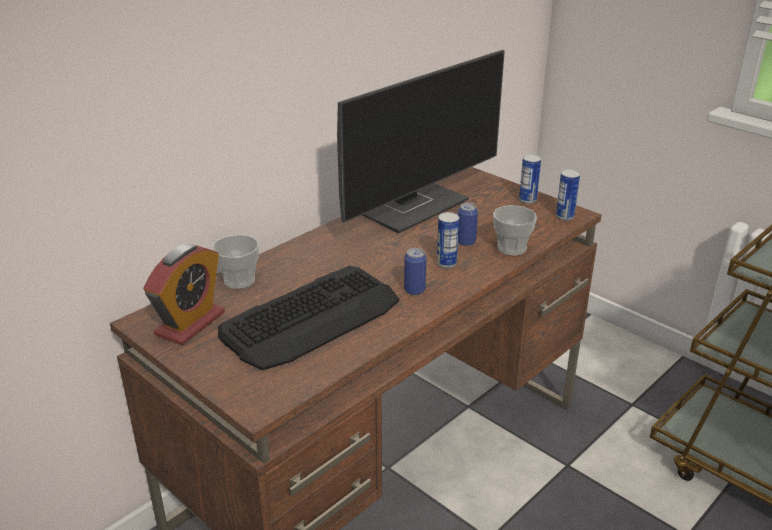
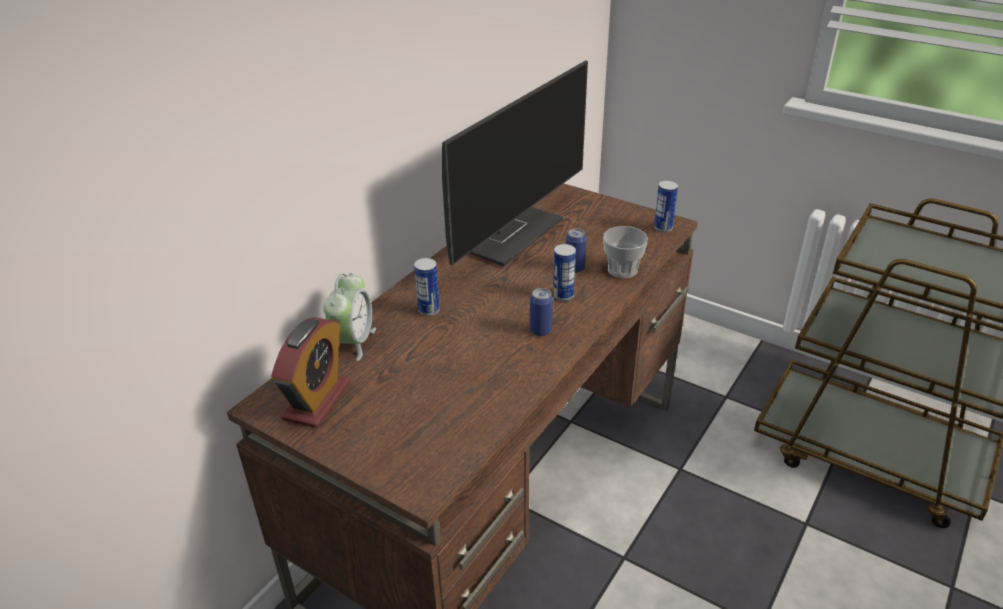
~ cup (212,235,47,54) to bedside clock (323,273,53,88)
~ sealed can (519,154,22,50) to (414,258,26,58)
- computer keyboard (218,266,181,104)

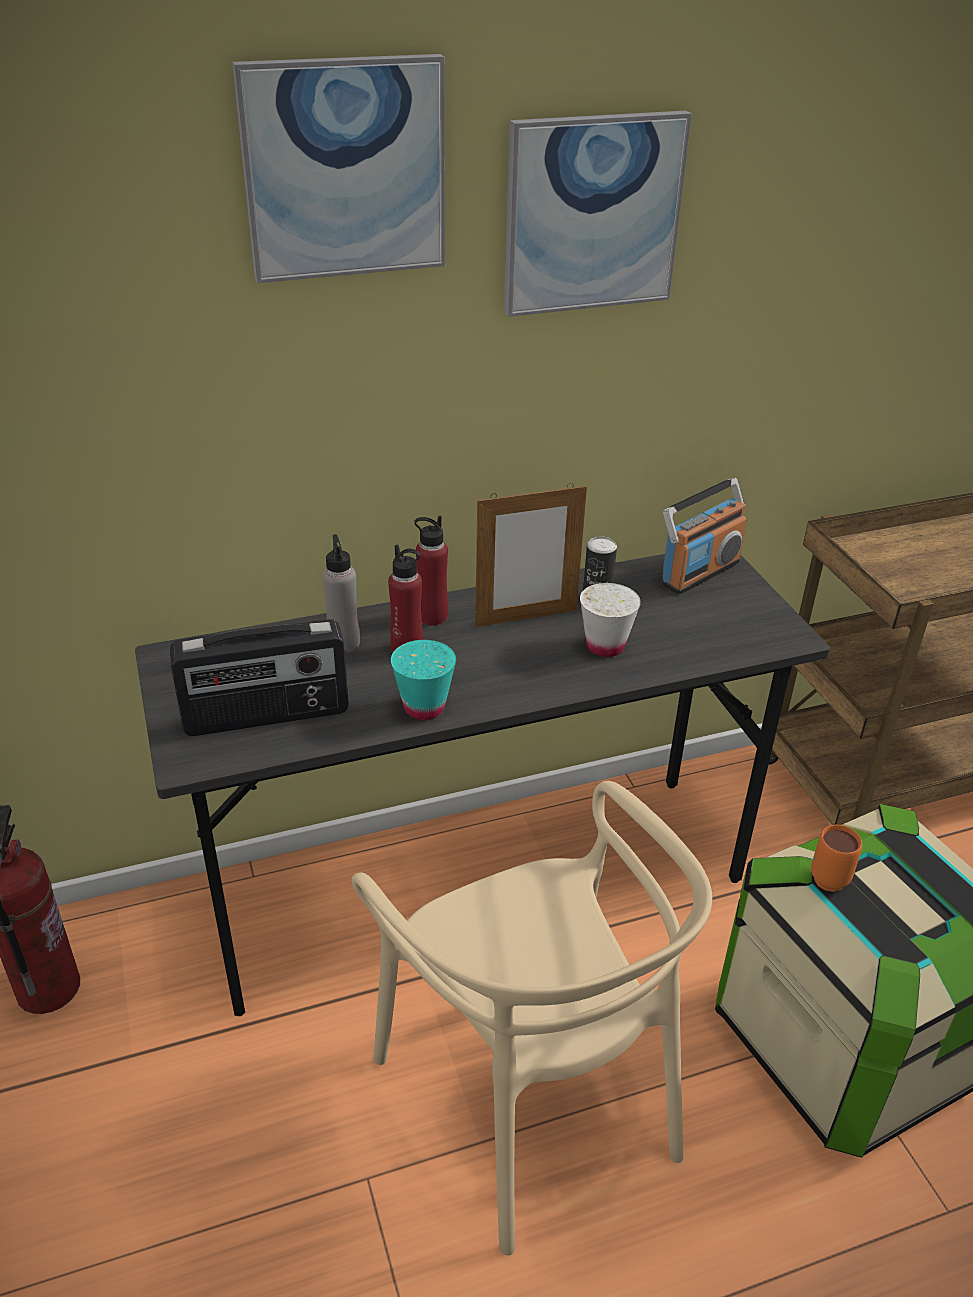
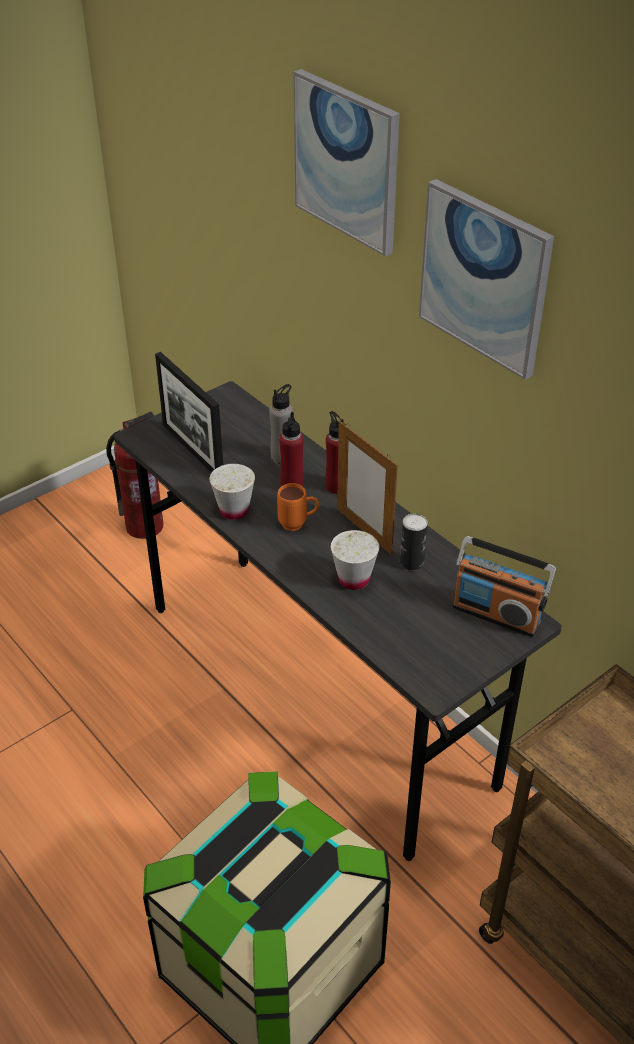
~ radio (170,619,179,117) to standing frame (155,352,68,121)
~ turquoise cup (391,640,65,80) to whitish cup (210,464,45,56)
~ orange-coloured coffee mug (811,825,51,67) to (277,483,42,48)
- beige-coloured plain chair (352,781,360,475)

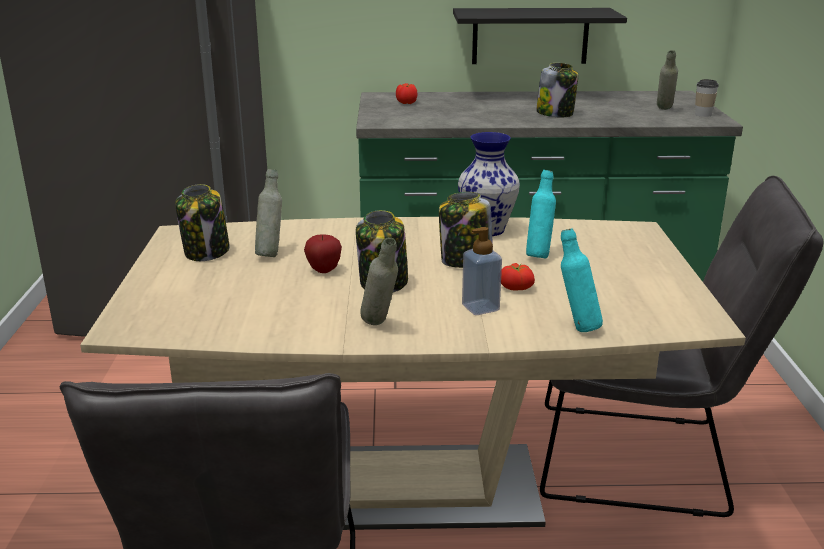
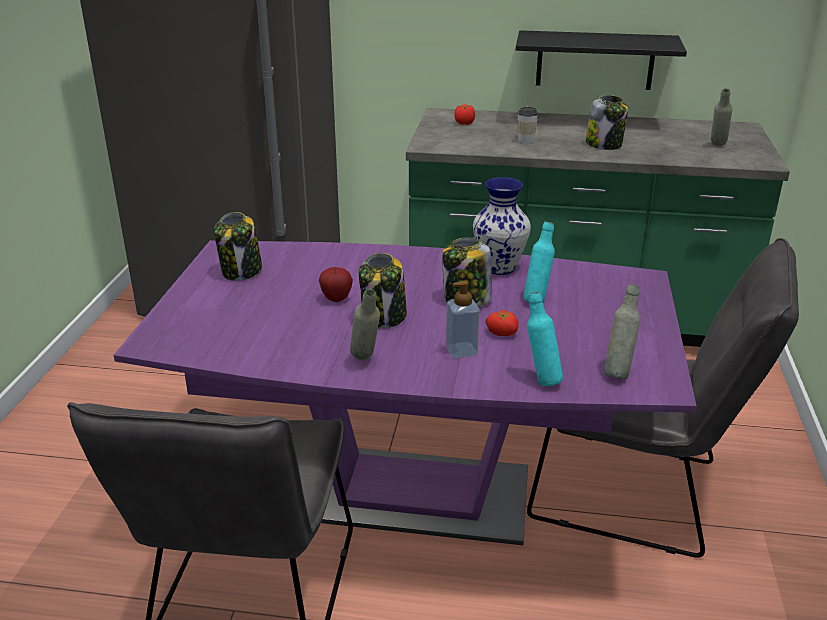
~ beige-coloured dinner table (80,217,666,313) to purplish dinner table (113,240,583,305)
~ cup (695,79,24,38) to (517,107,21,37)
~ grey drink bottle (255,169,27,88) to (604,284,37,95)

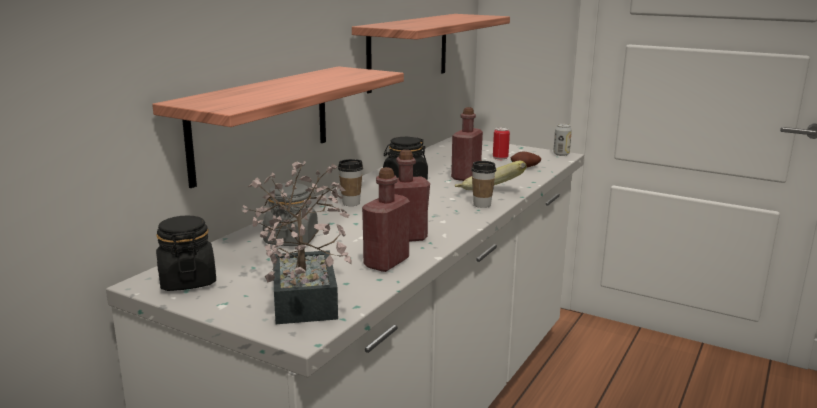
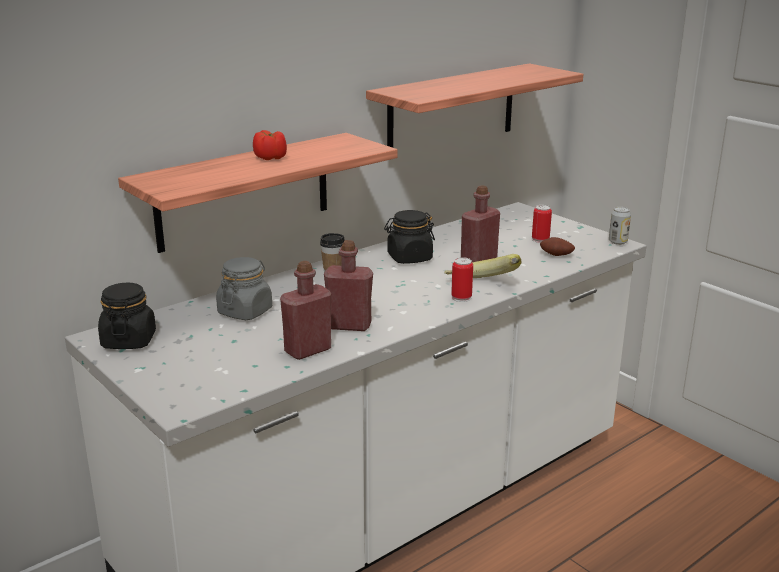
+ fresh tomato (253,130,34,30)
~ cup (471,161,25,47) to sealed can (451,257,22,45)
- plant in a pot (243,161,109,163)

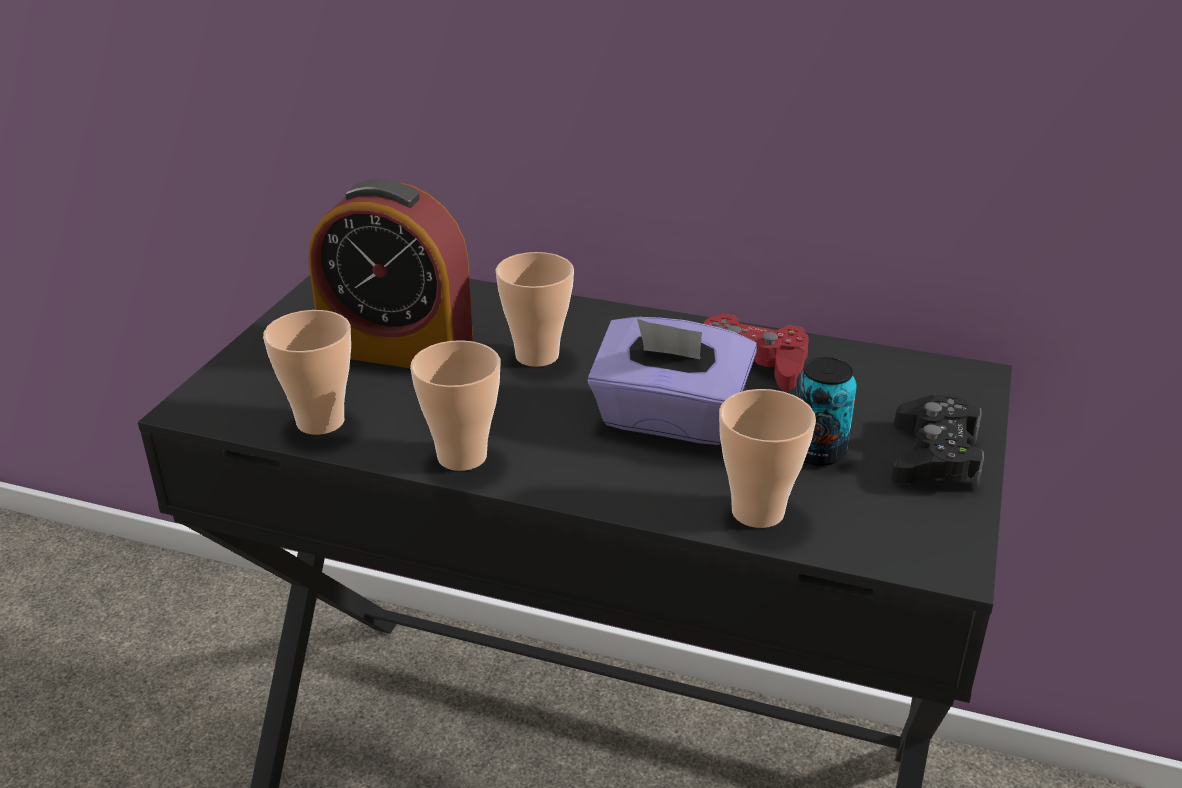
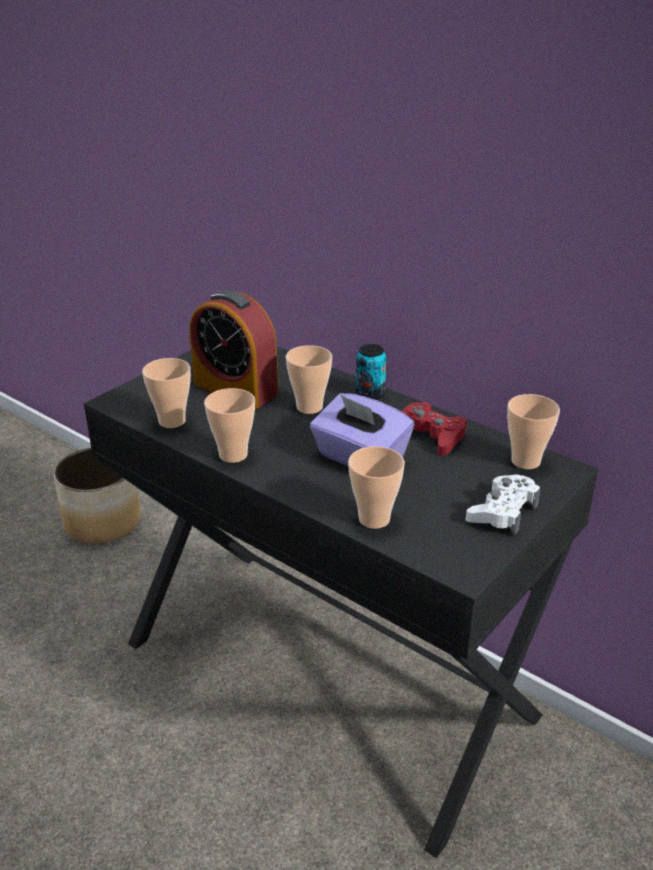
+ flower pot (54,448,87,96)
~ sealed can (795,357,62,109) to (356,344,31,56)
~ black-coloured joypad (891,395,93,93) to whitish joypad (466,474,74,61)
+ cup (507,394,53,75)

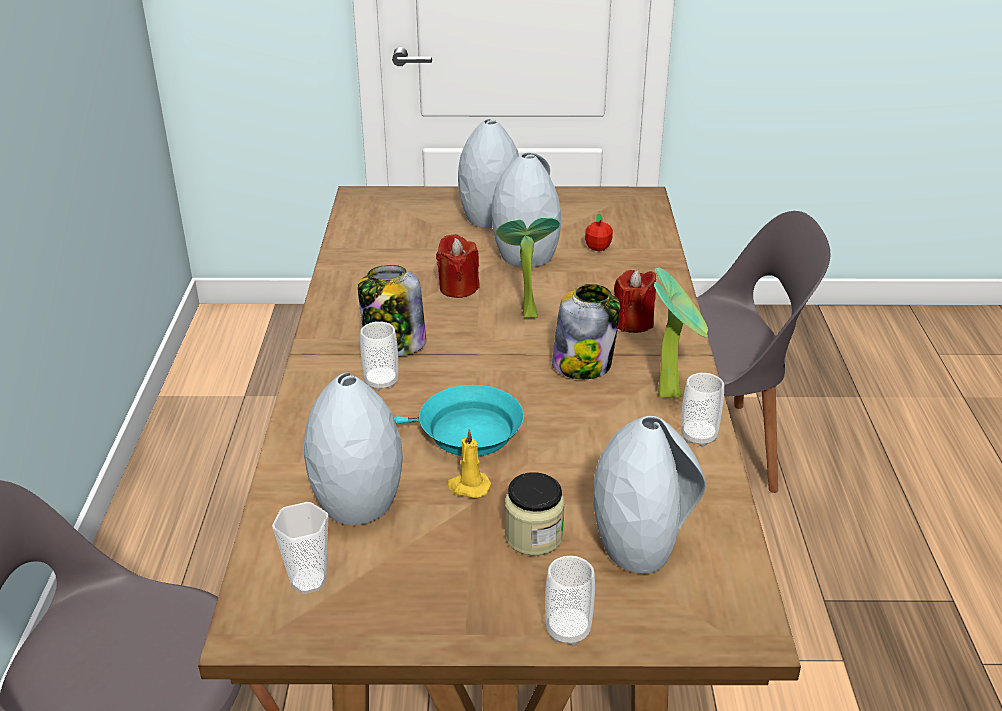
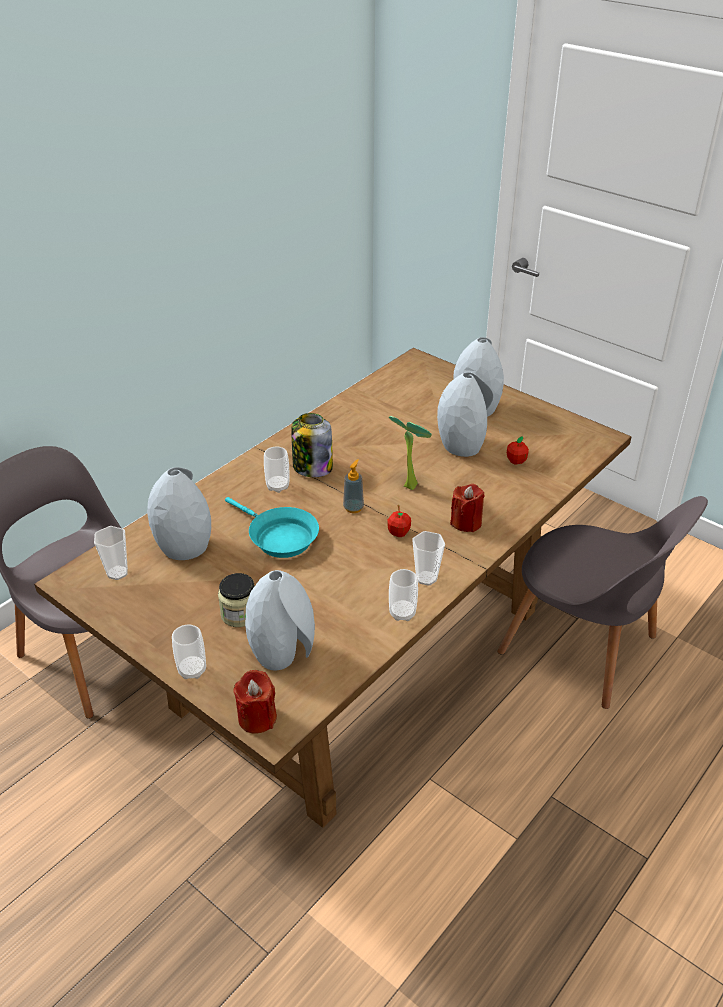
~ red wax light (436,234,43,64) to (233,670,44,64)
+ soap bottle (343,459,21,54)
~ jar (552,284,68,95) to apple fruit (387,505,24,32)
~ plant in a pot (654,268,54,130) to cup (412,531,33,55)
- yellow-coloured wax light (447,429,44,69)

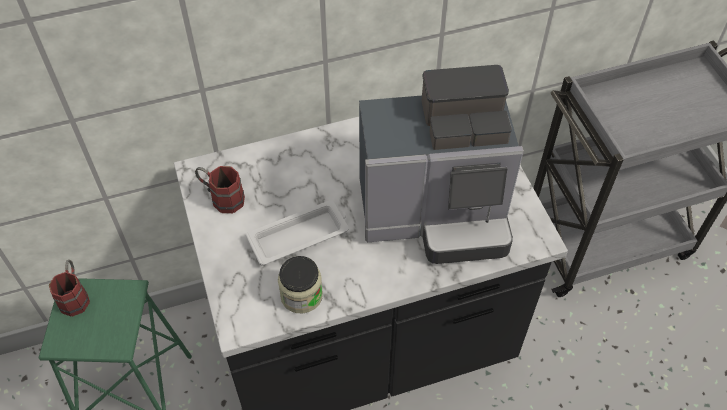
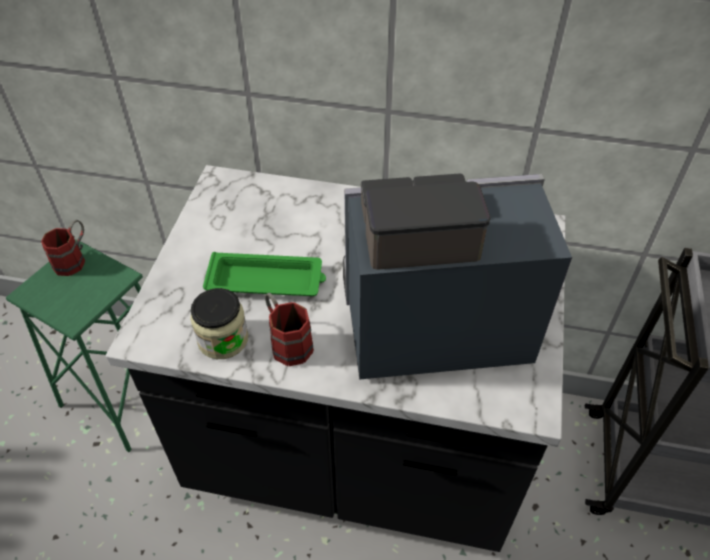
~ whitish carrying tray (246,200,102,65) to green carrying tray (203,252,123,44)
~ red coffee mug (195,166,50,47) to (265,293,49,73)
~ coffee maker (359,65,165,199) = (343,173,229,207) 150 degrees clockwise

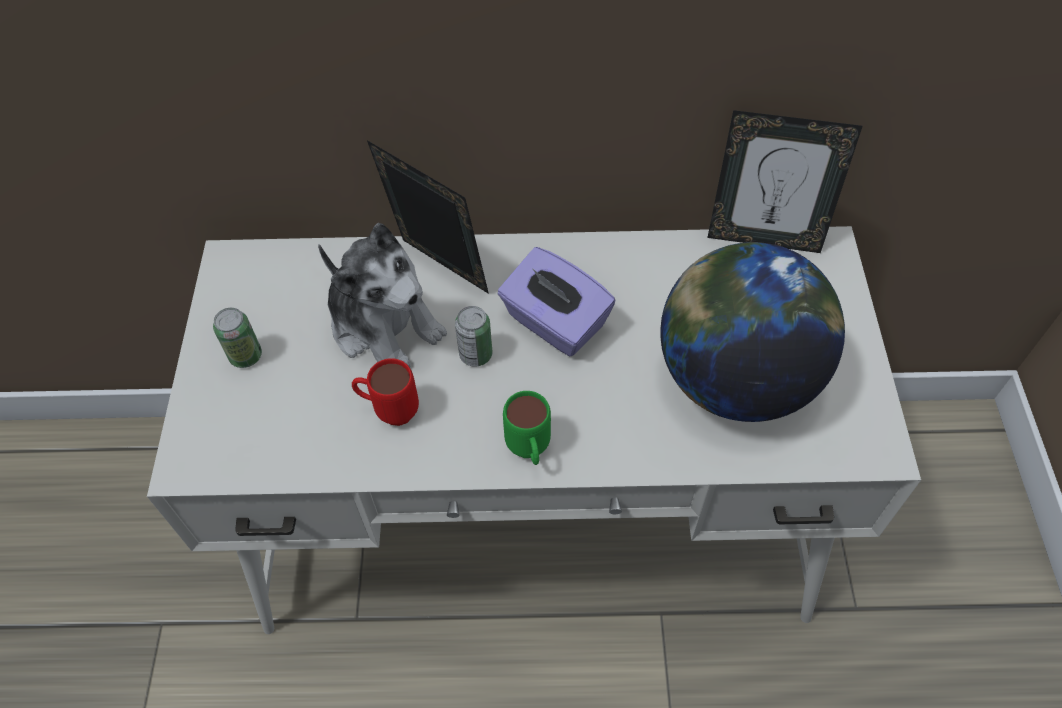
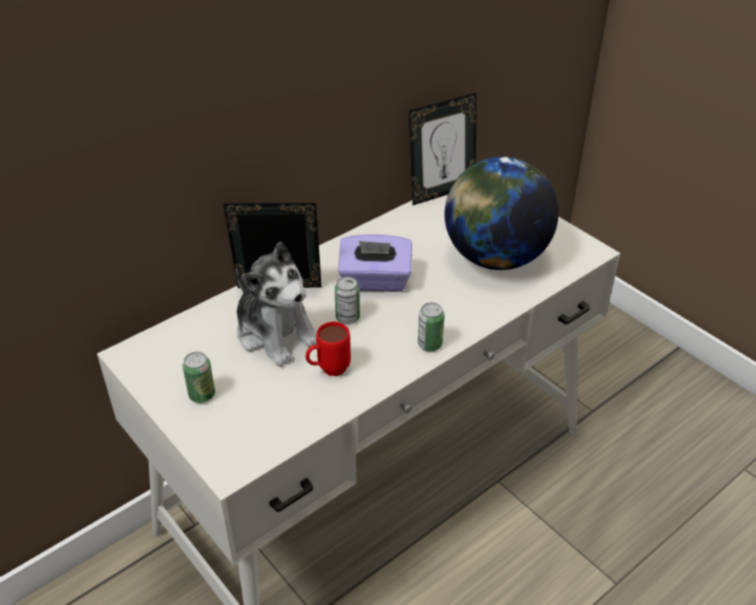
~ cuddly toy (318,223,129,144) = (236,242,81,125) 45 degrees clockwise
~ green coffee mug (503,391,48,74) to sealed can (418,302,27,49)

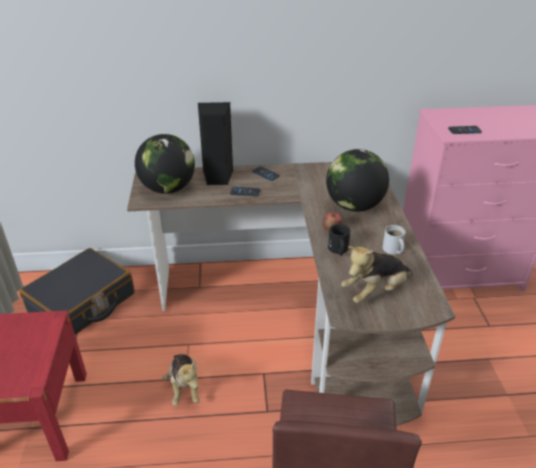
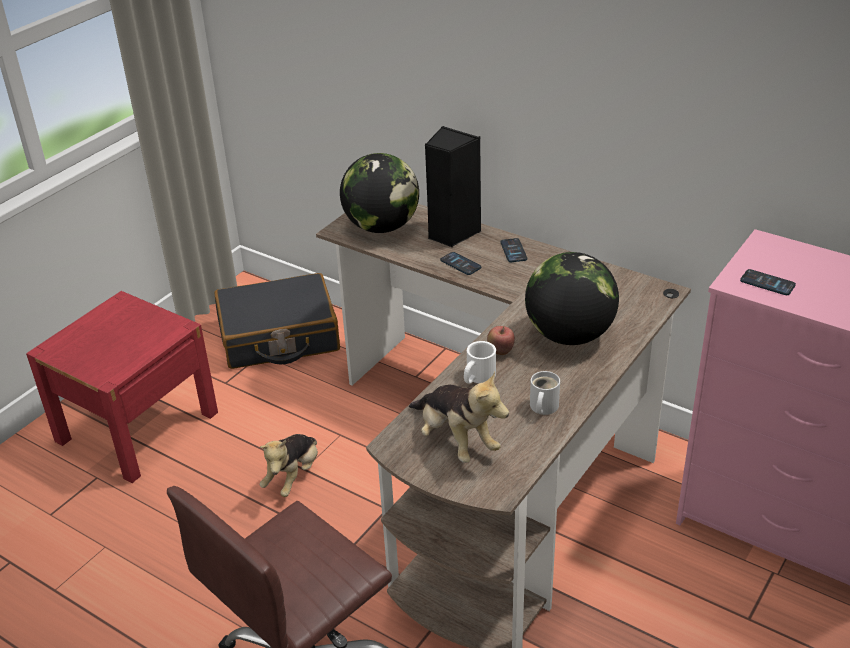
~ cuddly toy (341,246,72,57) = (409,371,100,92) 135 degrees counterclockwise
~ black-coloured coffee mug (328,224,22,32) to whitish coffee mug (464,341,32,43)

